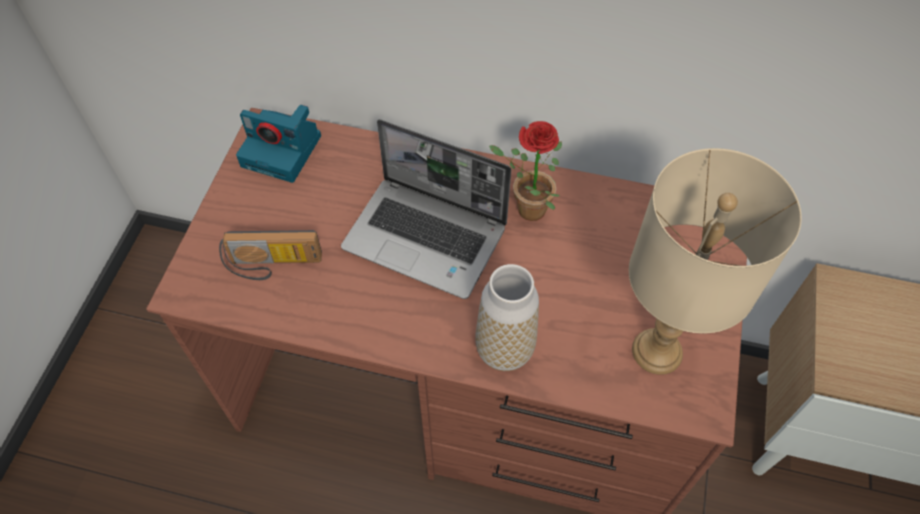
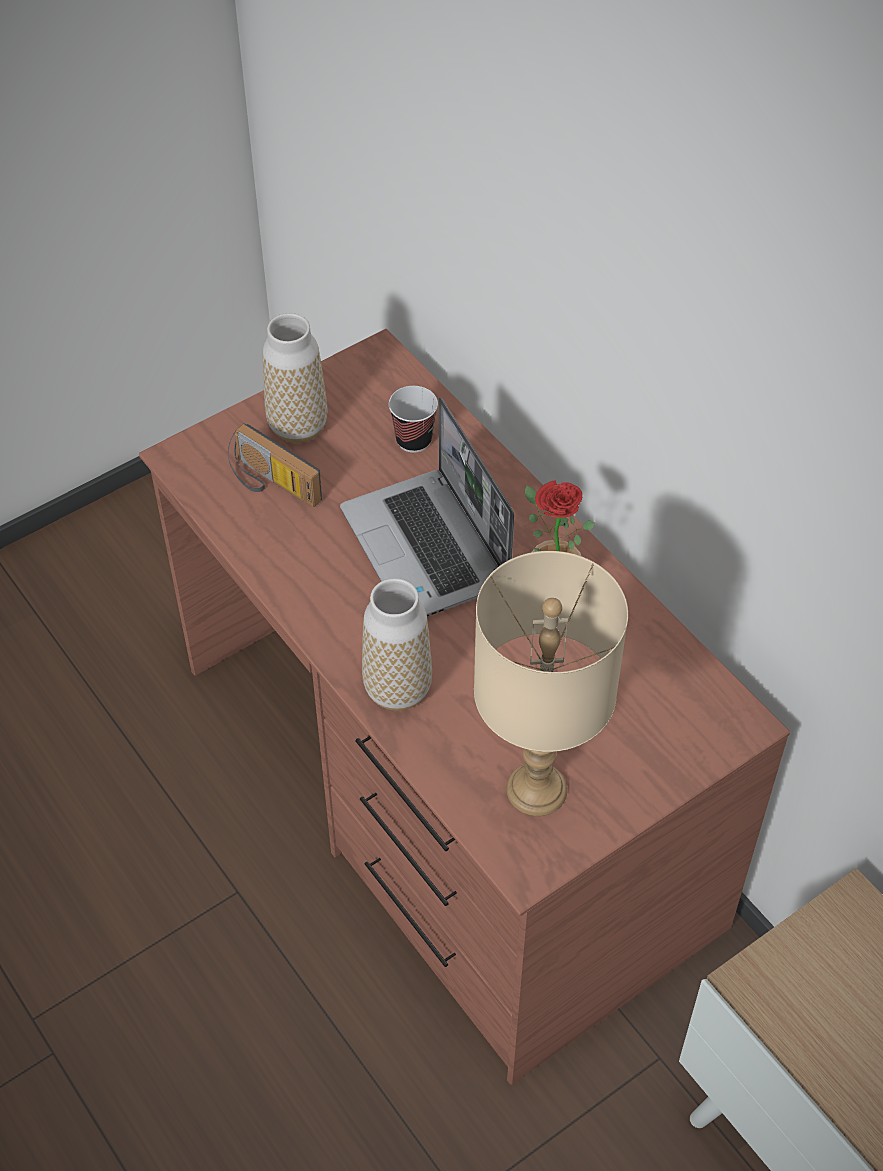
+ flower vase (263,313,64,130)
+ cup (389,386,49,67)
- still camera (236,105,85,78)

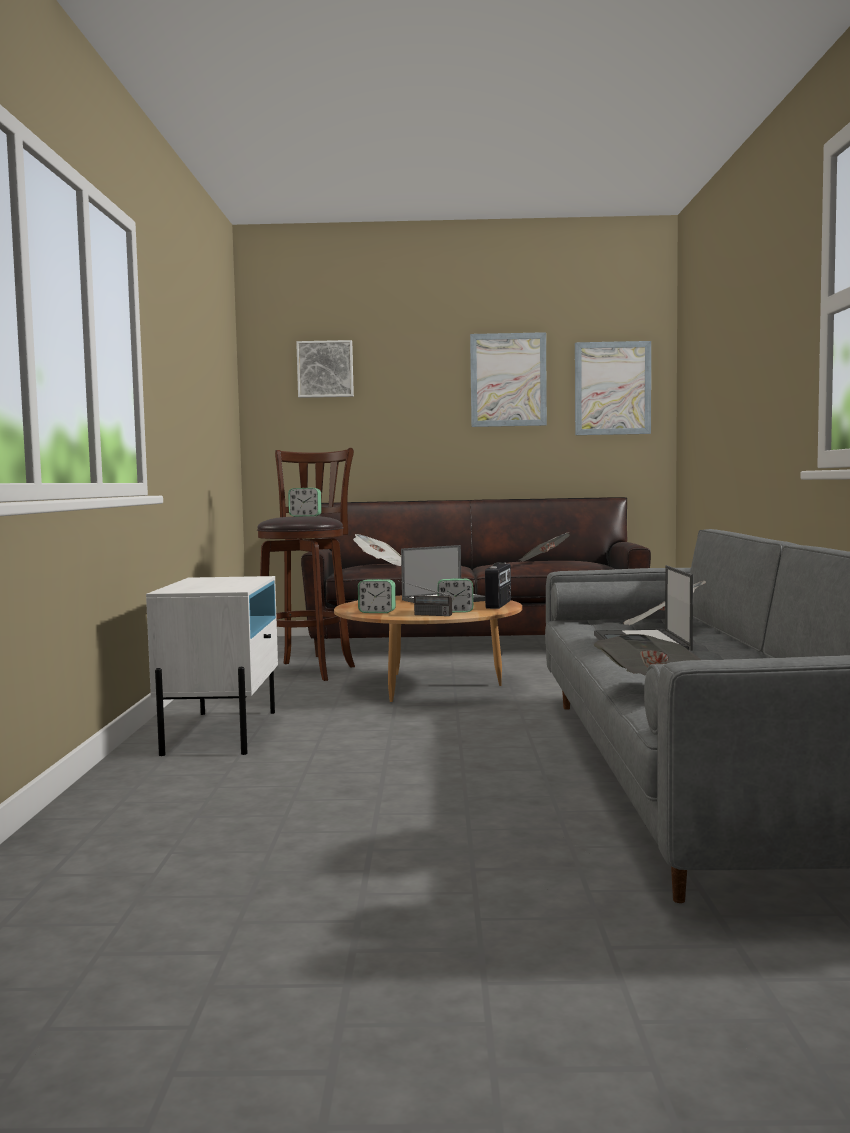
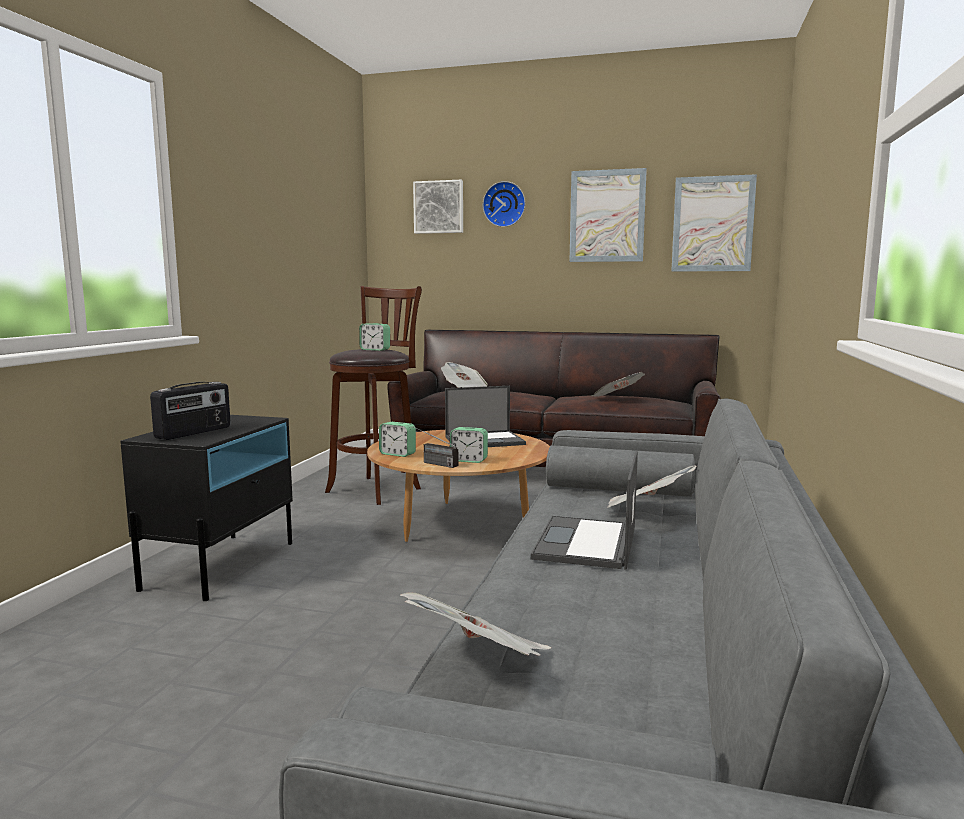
~ whitish night table (146,576,132,180) to black-coloured night table (120,415,173,186)
~ radio (485,562,26,47) to (150,382,81,58)
+ wall clock (483,181,43,46)

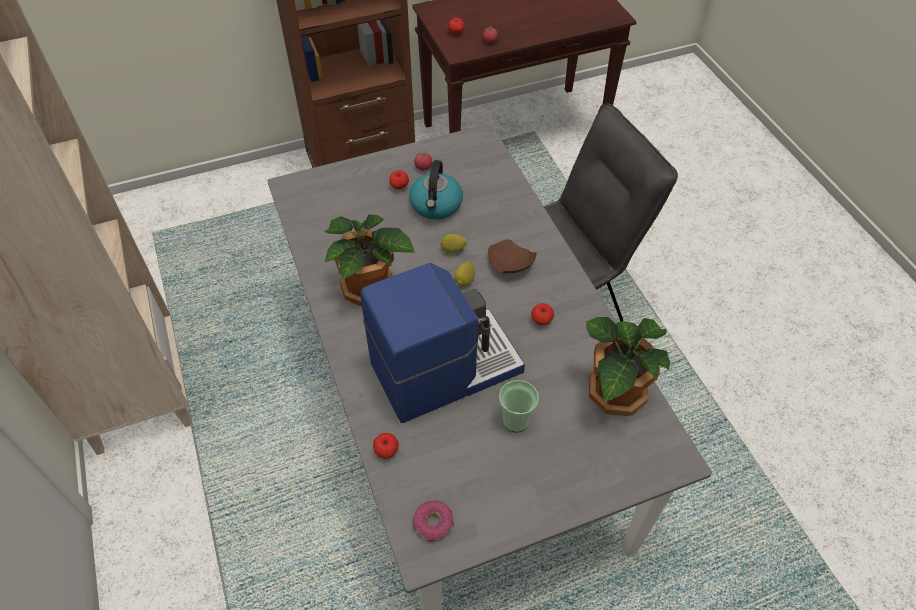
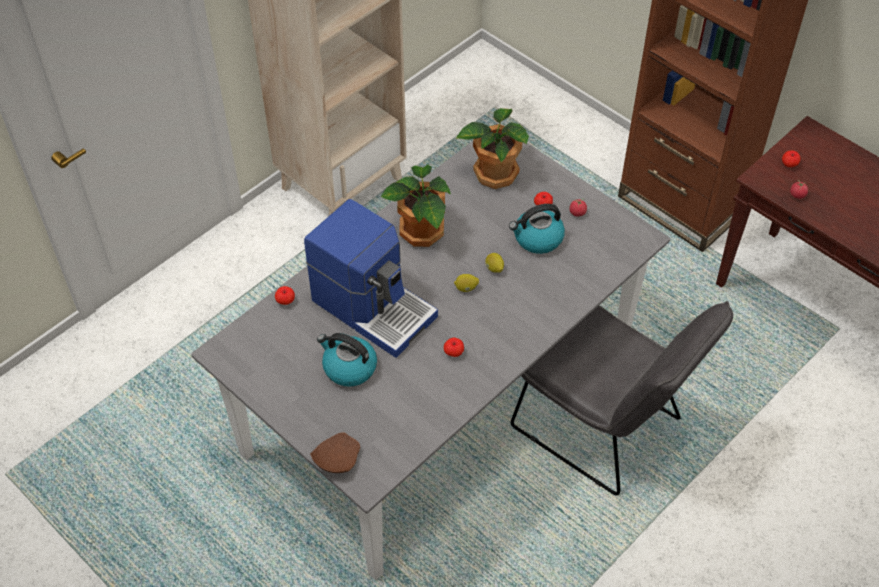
~ brownish dinner plate (488,239,49,35) to (310,432,50,41)
~ cup (499,380,40,52) to kettle (317,333,60,54)
~ plant in a pot (586,317,84,99) to (456,108,73,81)
- donut (413,500,41,42)

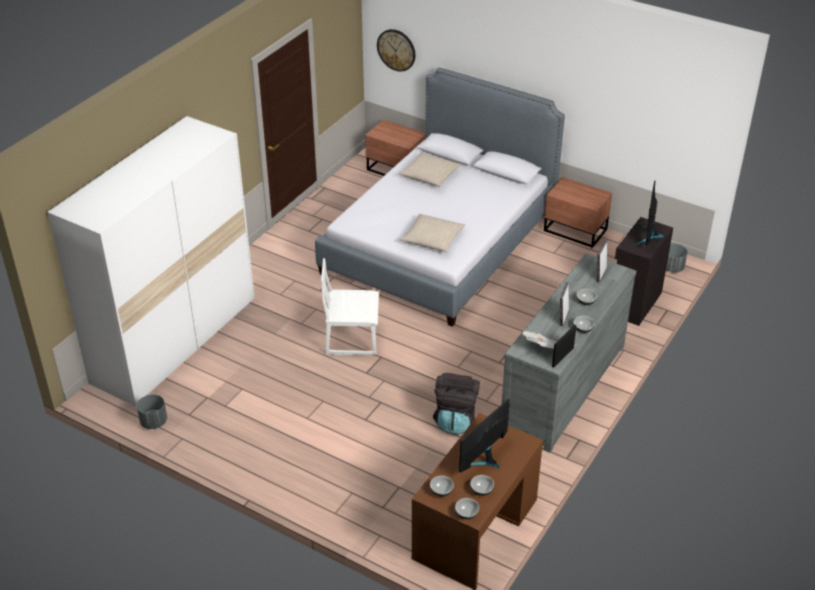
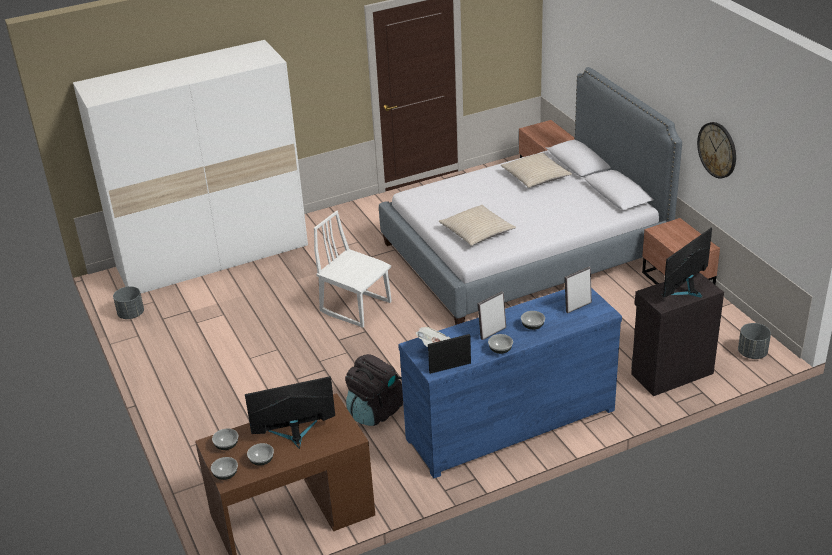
~ grey dresser (502,253,135,200) to blue-coloured dresser (398,288,224,190)
~ wall clock (377,29,38,42) to (697,122,39,56)

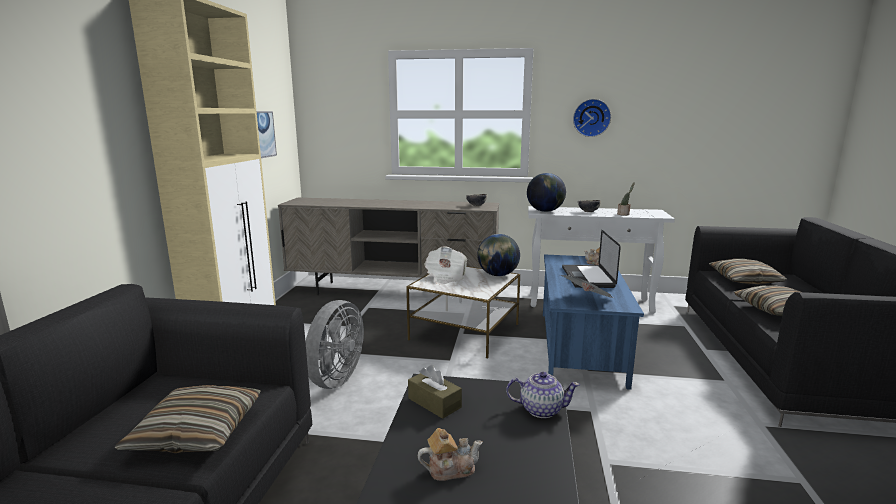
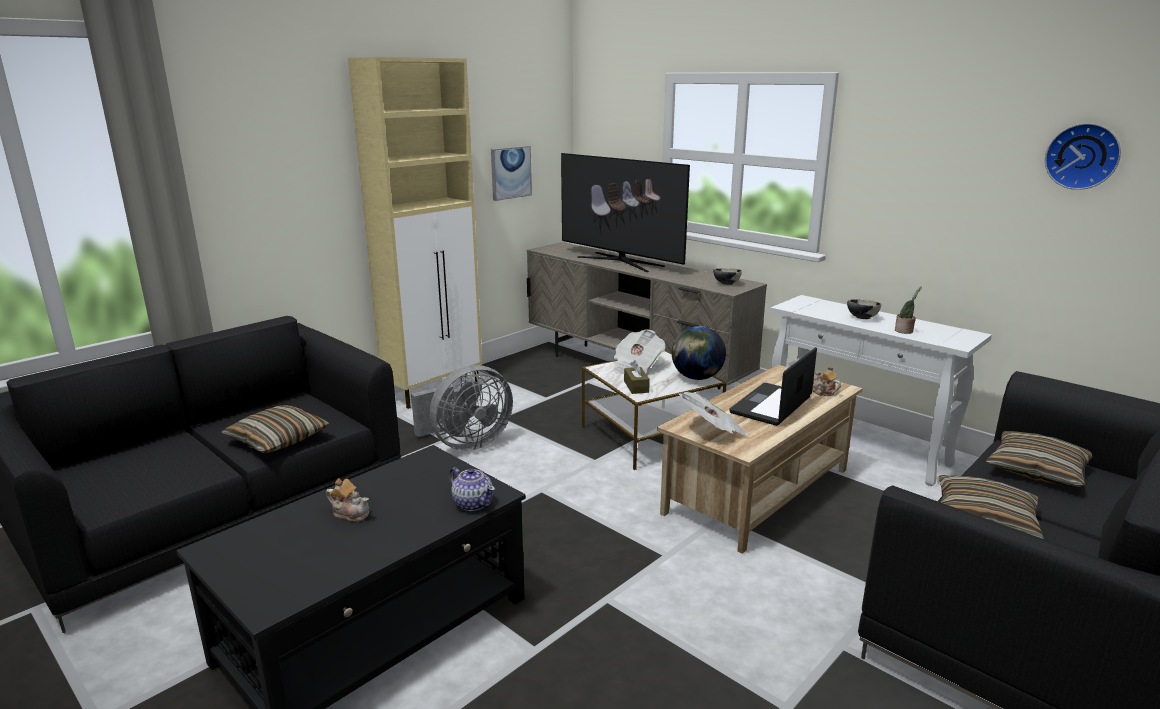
+ television (561,153,129,119)
~ brownish tissue box (408,365,54,54) to (624,360,26,34)
~ blue-coloured coffee table (543,254,101,136) to beige-coloured coffee table (657,365,206,189)
~ wall clock (573,99,38,38) to (1045,123,76,67)
- globe (527,173,39,39)

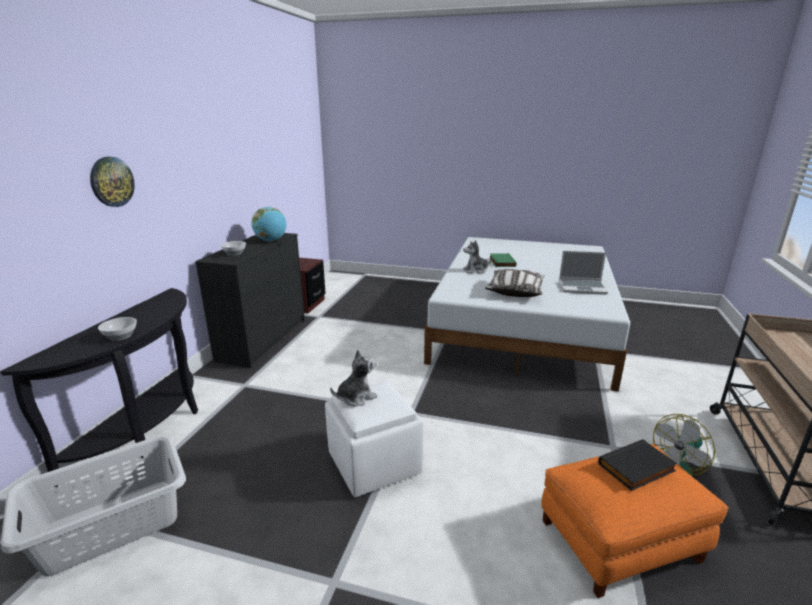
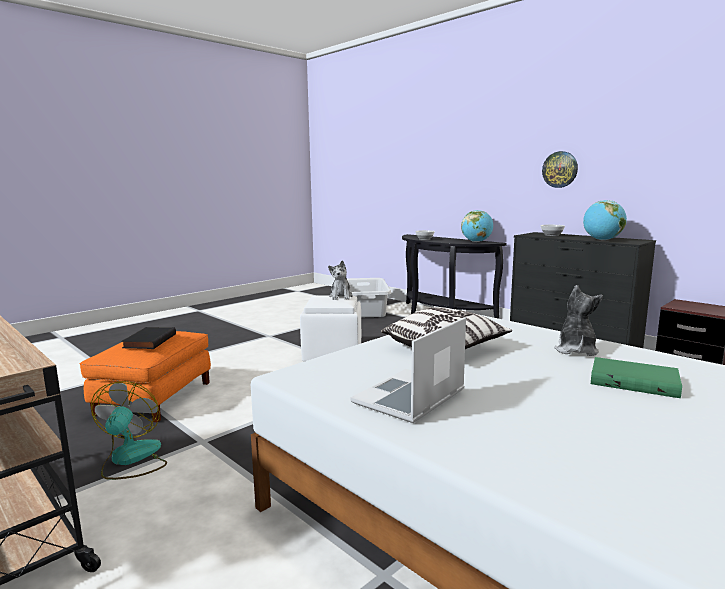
+ globe (461,210,32,32)
~ wall clock (90,157,45,50) to (542,151,36,37)

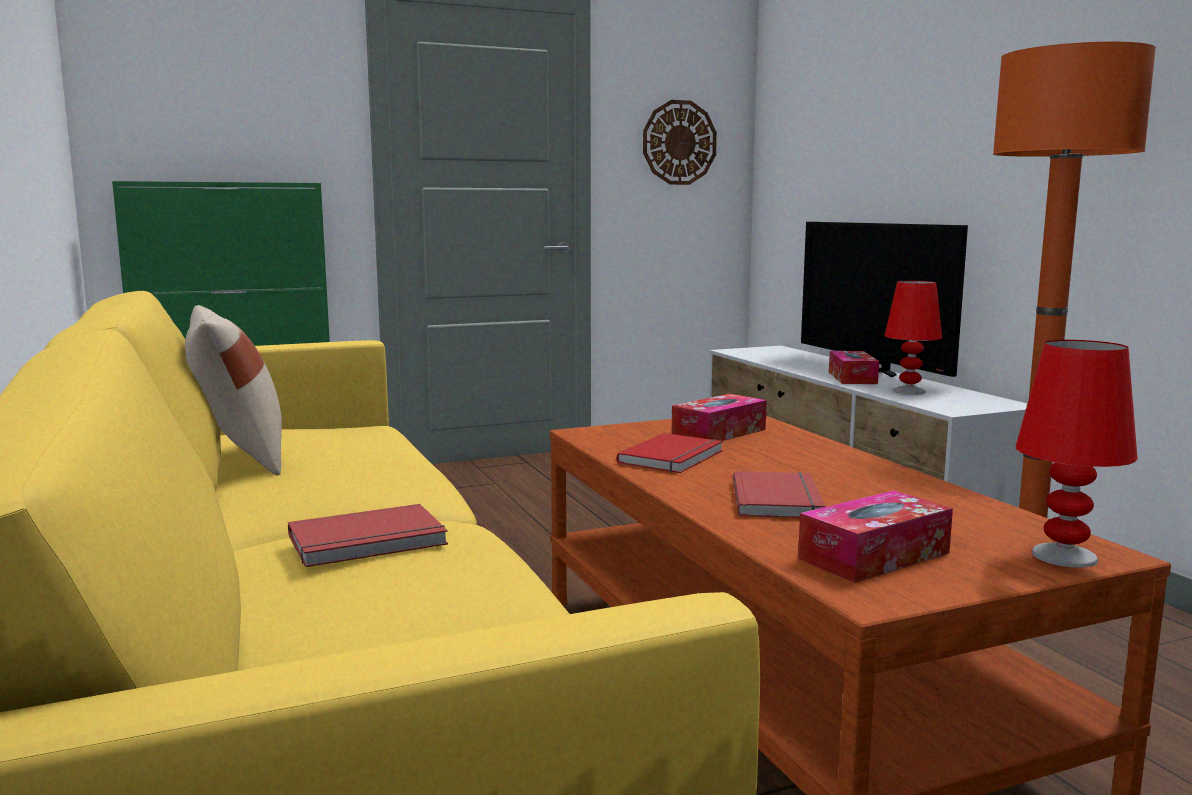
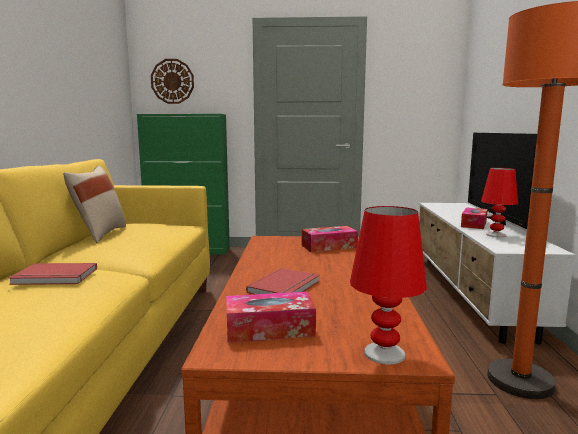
~ wall clock (643,100,74,85) to (151,59,43,45)
- red bound book (617,433,106,40)

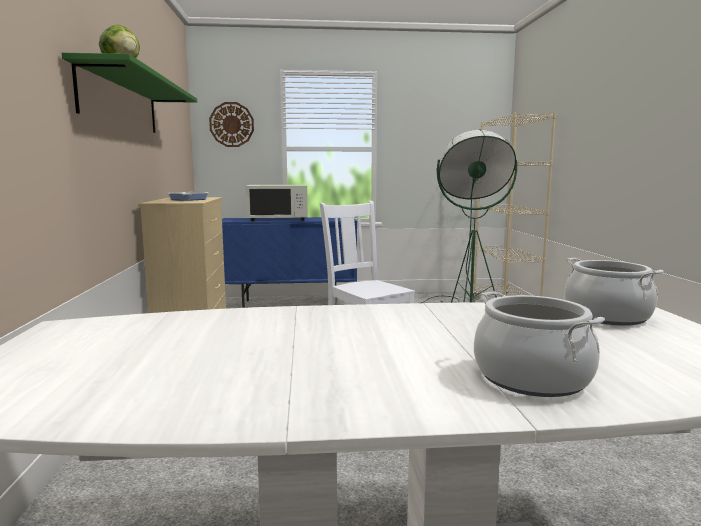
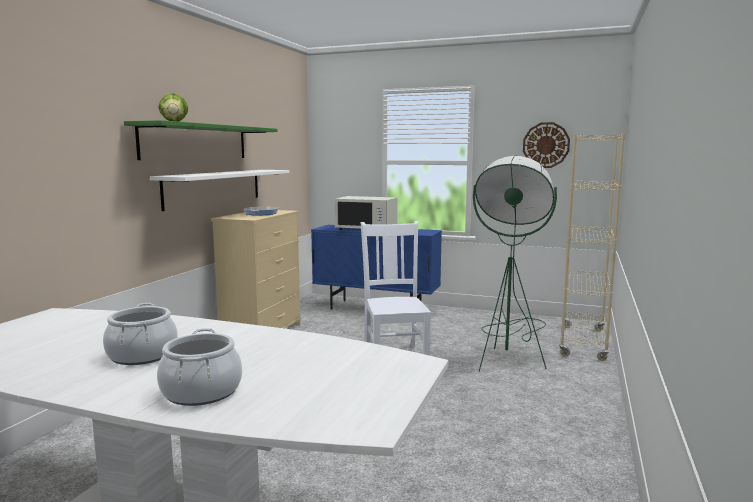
~ stockpot (564,258,99,68) to (103,303,75,62)
+ whitish bracket shelf (150,170,140,41)
~ wall clock (209,102,45,45) to (523,122,47,46)

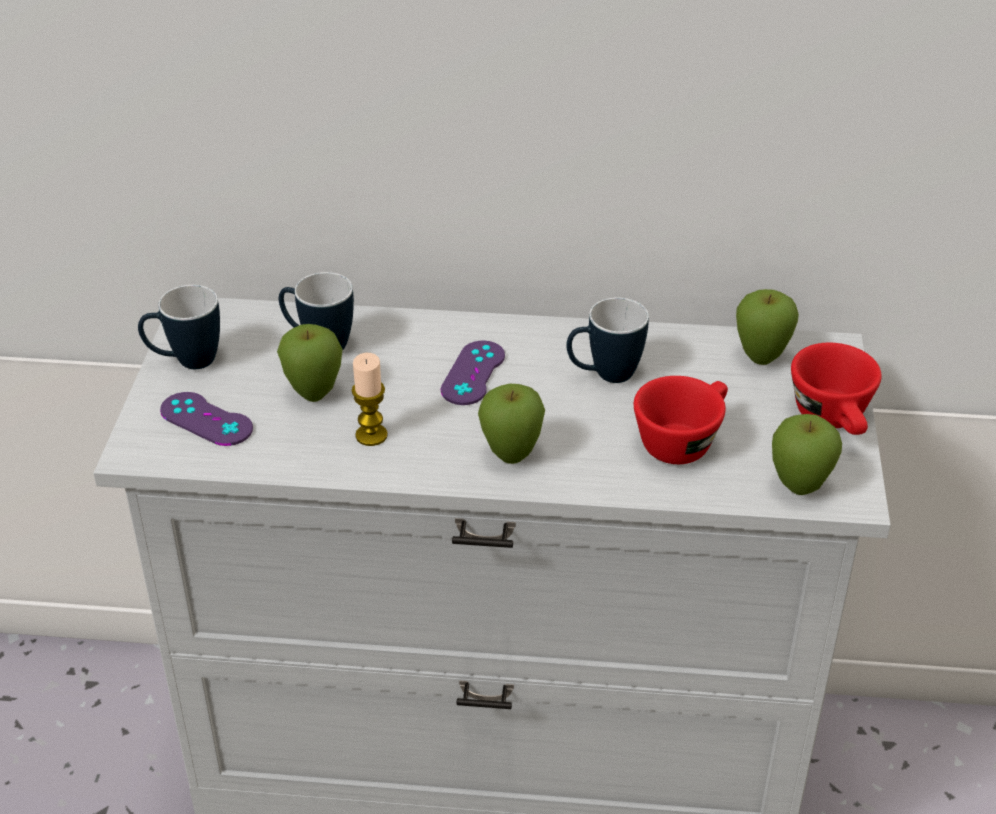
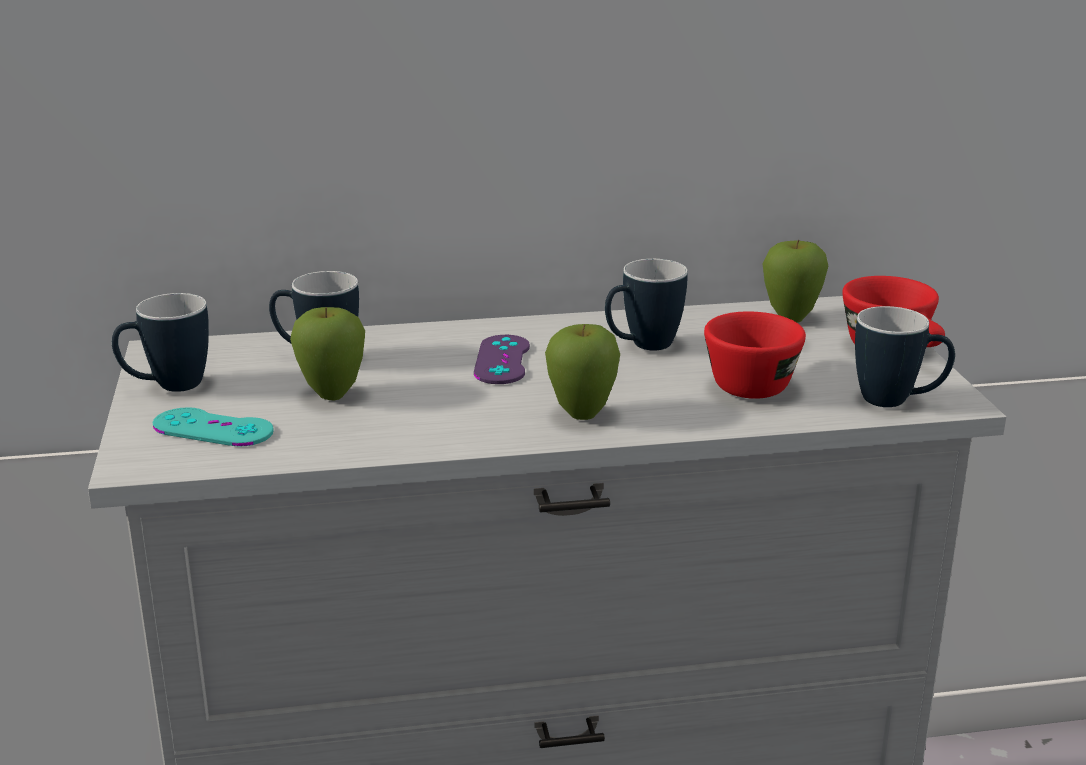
~ purplish joypad (160,392,93,54) to turquoise joypad (153,407,121,40)
~ apple fruit (772,414,70,81) to coffee mug (855,306,100,101)
- wax light (352,353,36,93)

